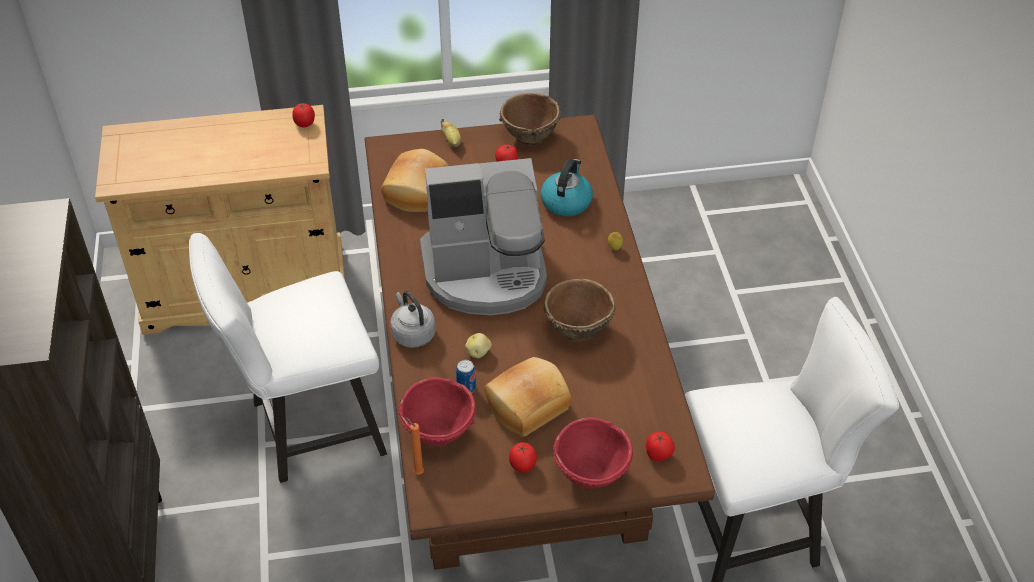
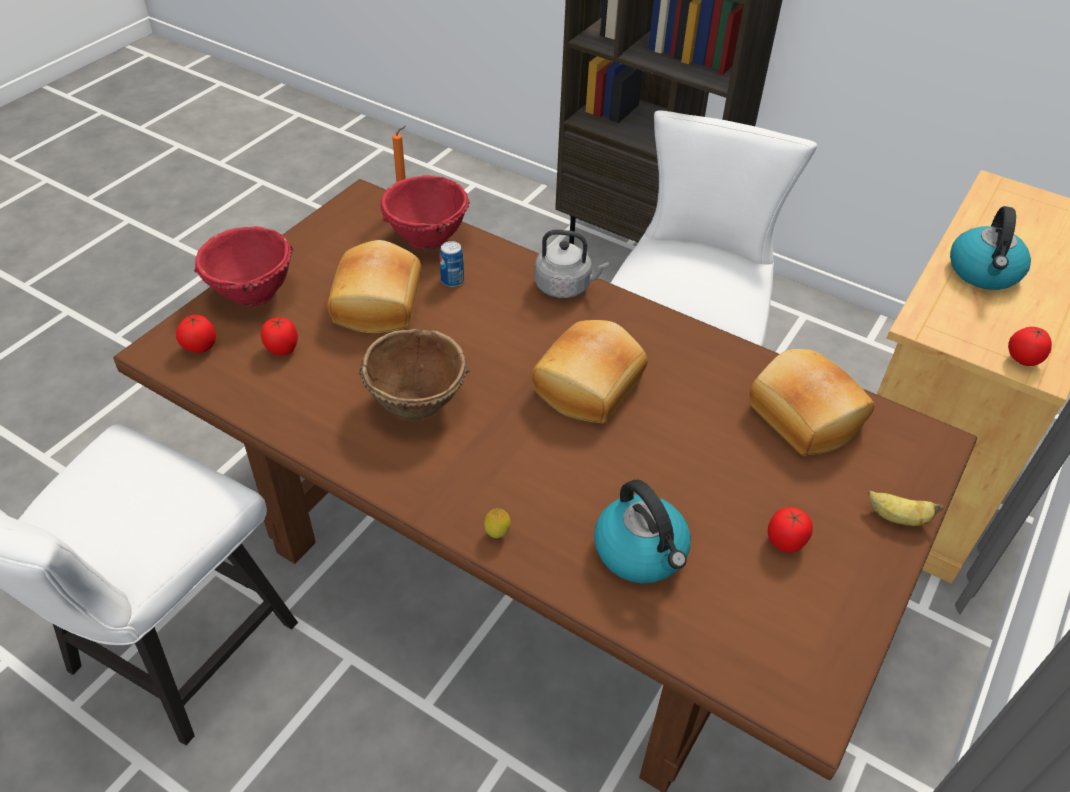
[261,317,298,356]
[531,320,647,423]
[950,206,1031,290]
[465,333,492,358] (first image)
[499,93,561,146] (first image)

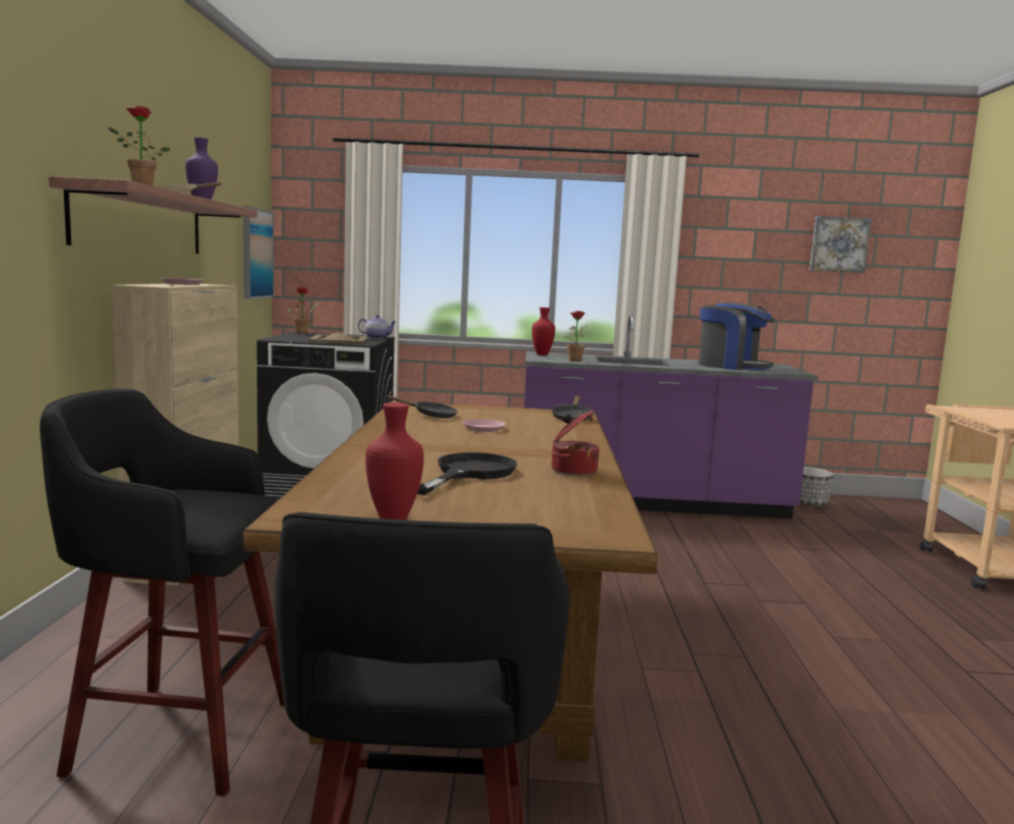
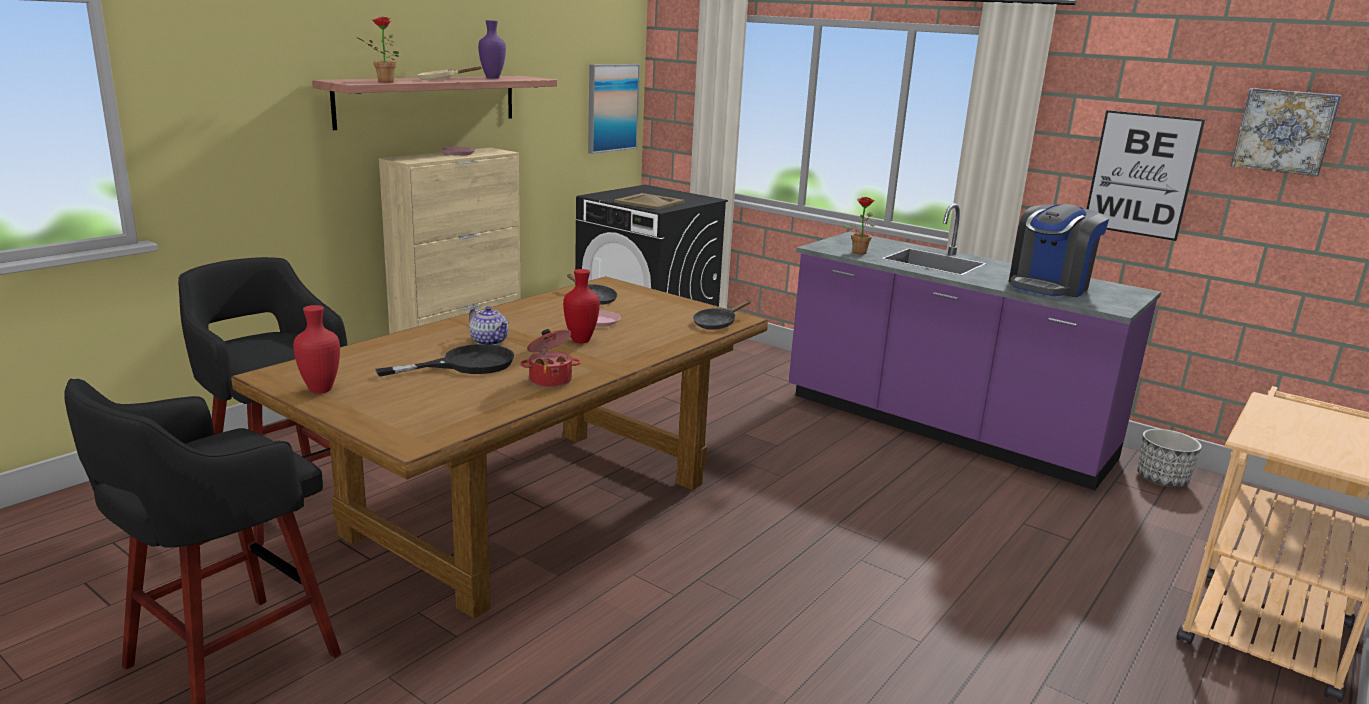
[469,306,509,345]
[563,269,600,343]
[1009,204,1109,297]
[1087,110,1205,241]
[287,287,321,334] (first image)

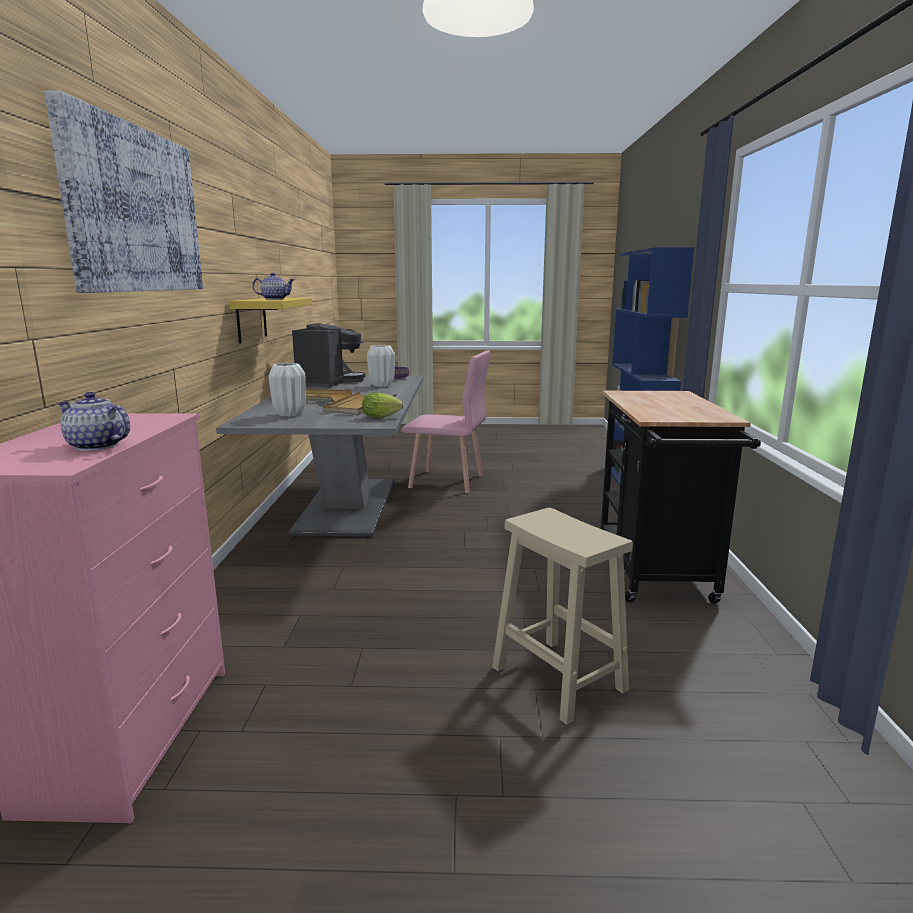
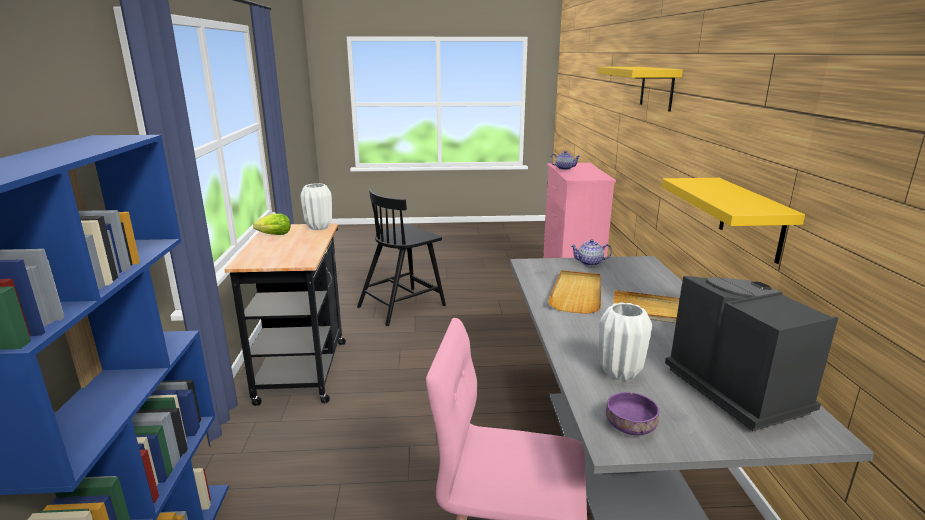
[253,213,291,235]
[300,183,332,230]
[357,188,446,326]
[570,239,612,266]
[597,67,683,112]
[665,276,838,431]

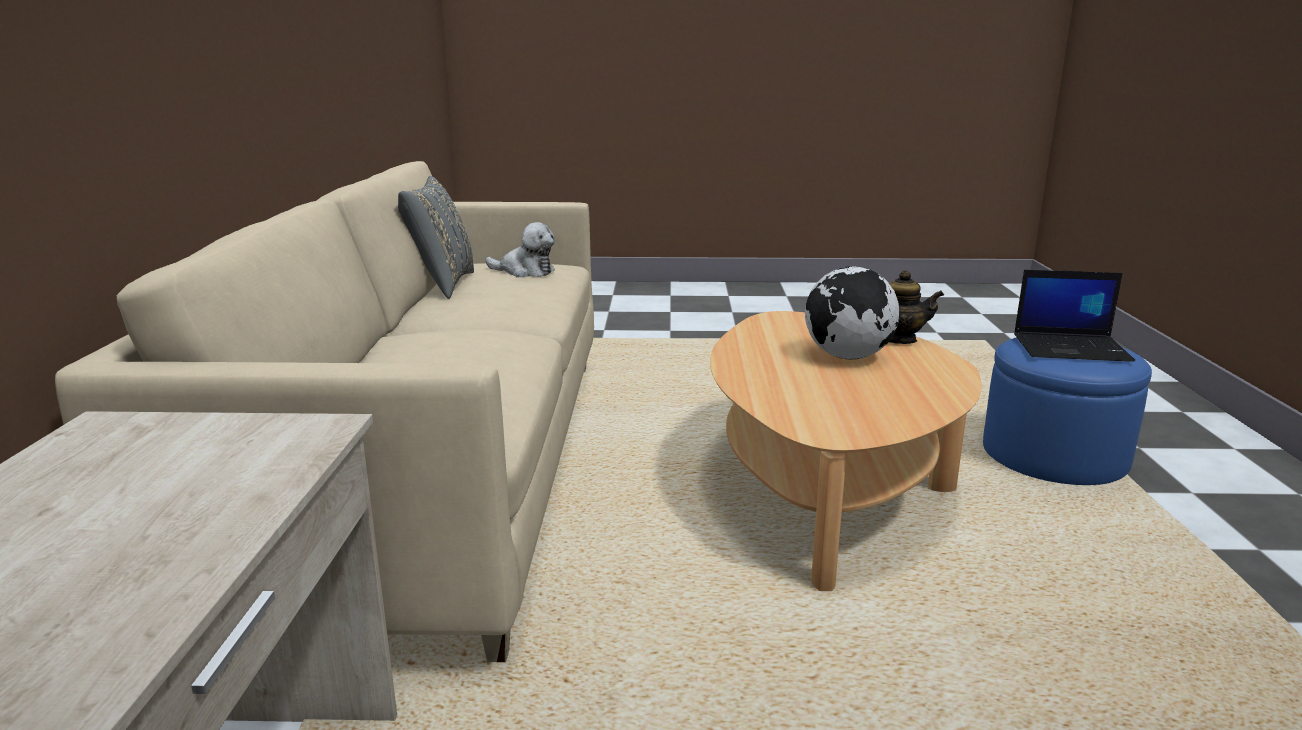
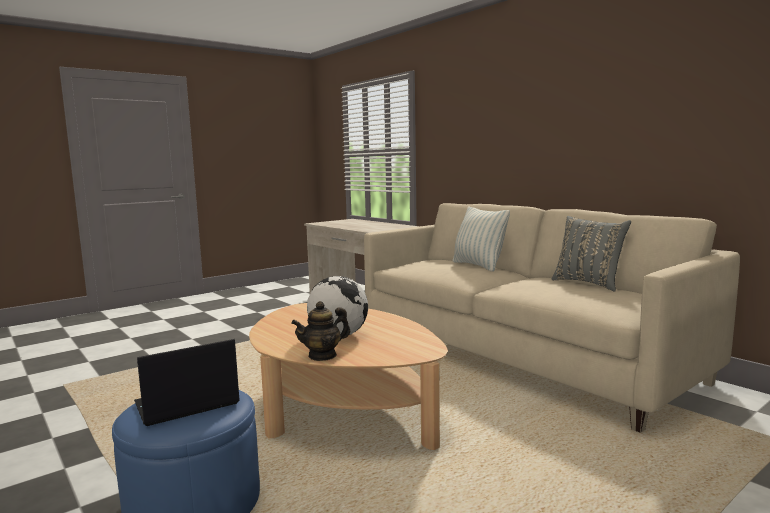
[453,207,510,272]
[485,222,555,277] (first image)

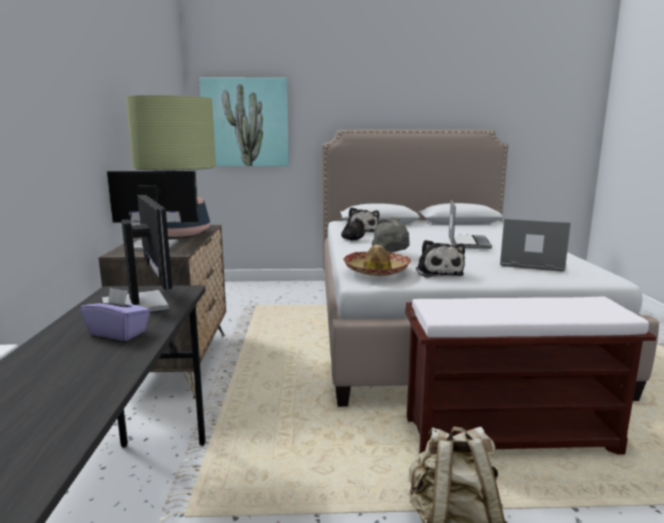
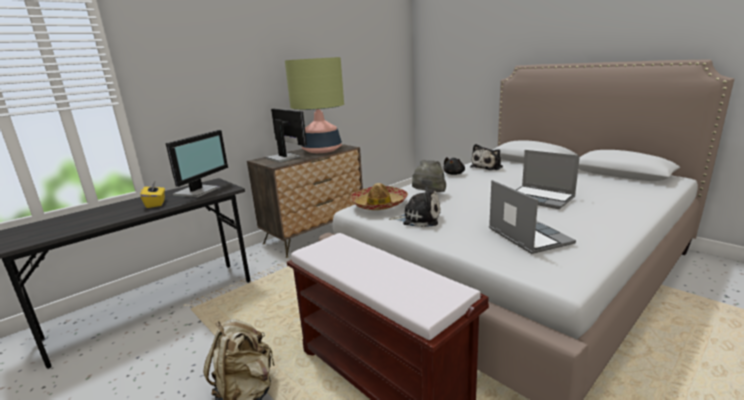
[140,180,165,208]
[389,186,440,227]
[516,150,580,209]
[199,77,289,166] (first image)

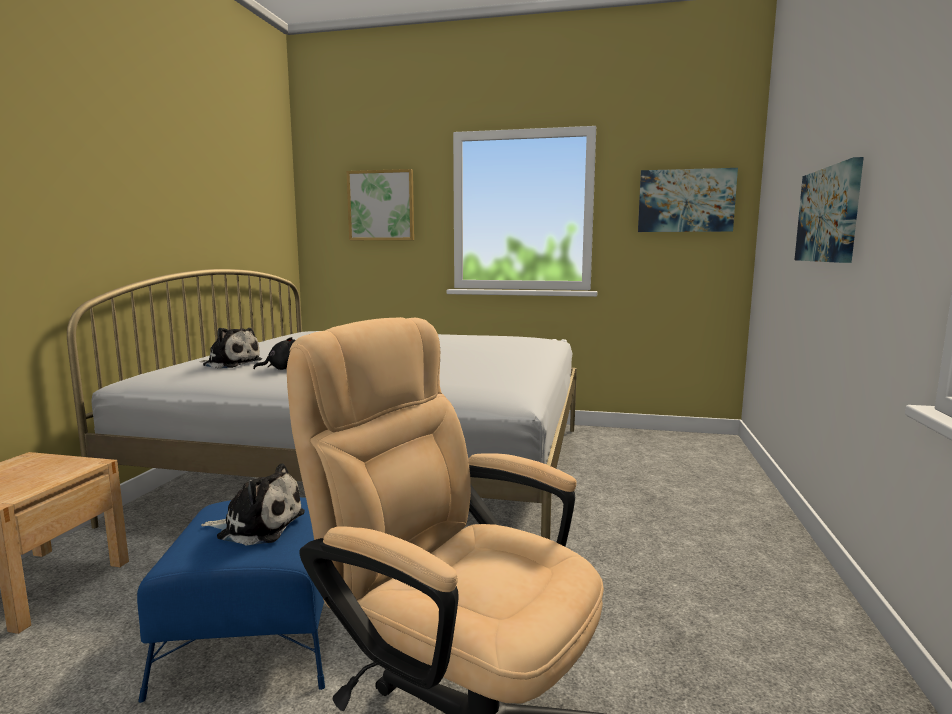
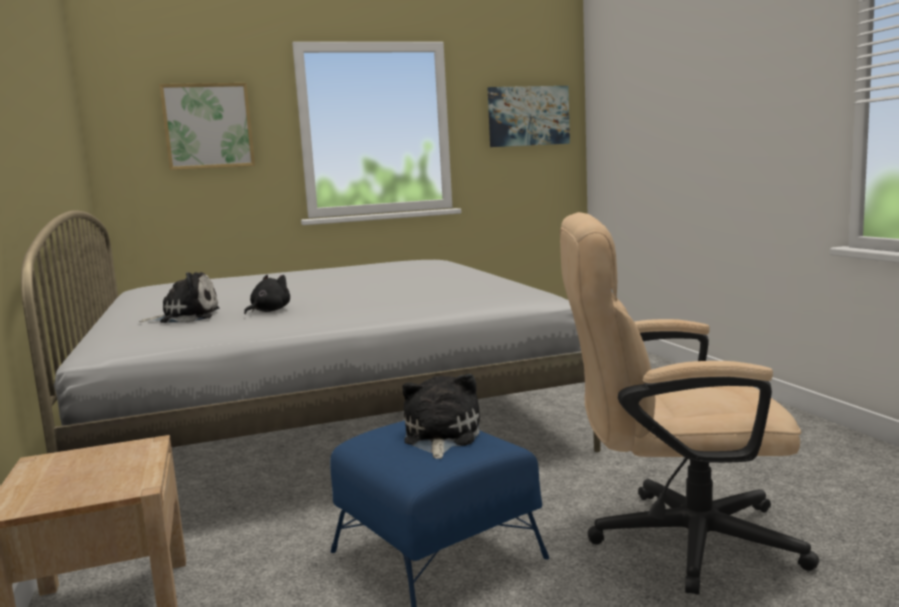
[402,374,480,459]
[795,157,864,263] (first image)

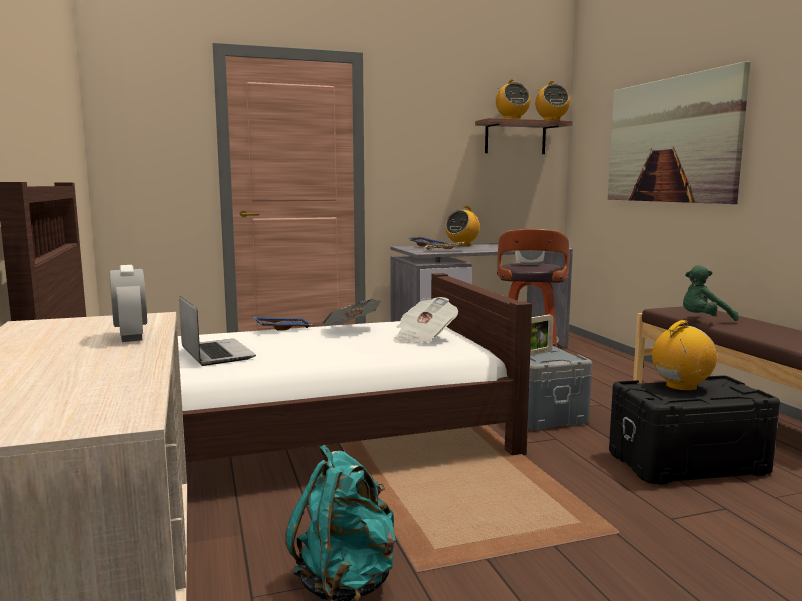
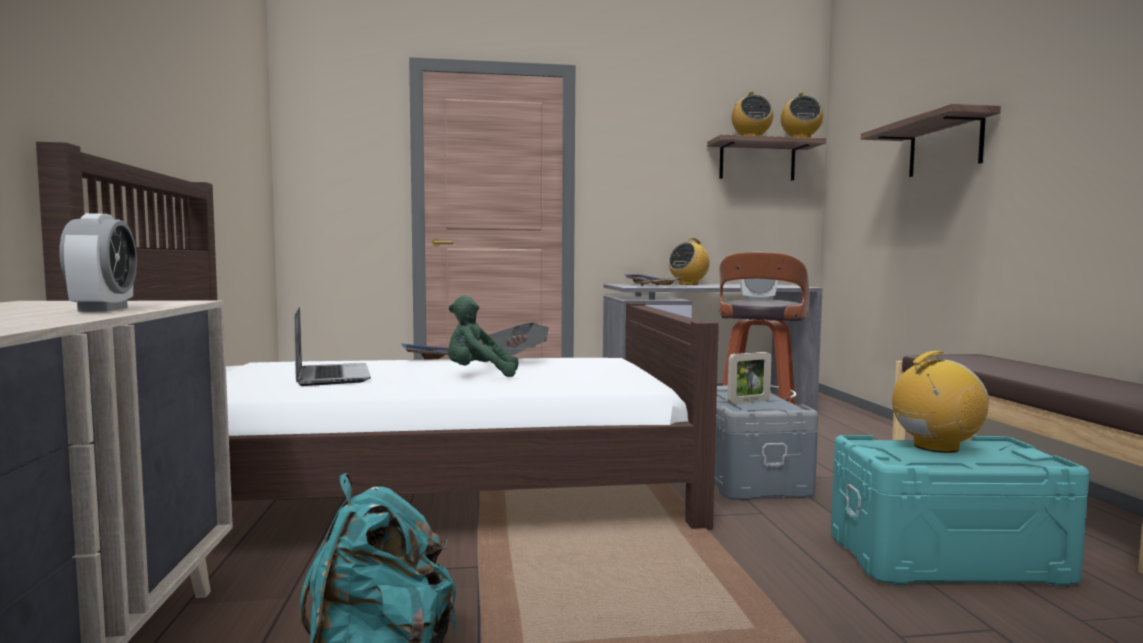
[448,296,518,377]
[831,435,1090,586]
[861,104,1001,177]
[394,297,458,344] (first image)

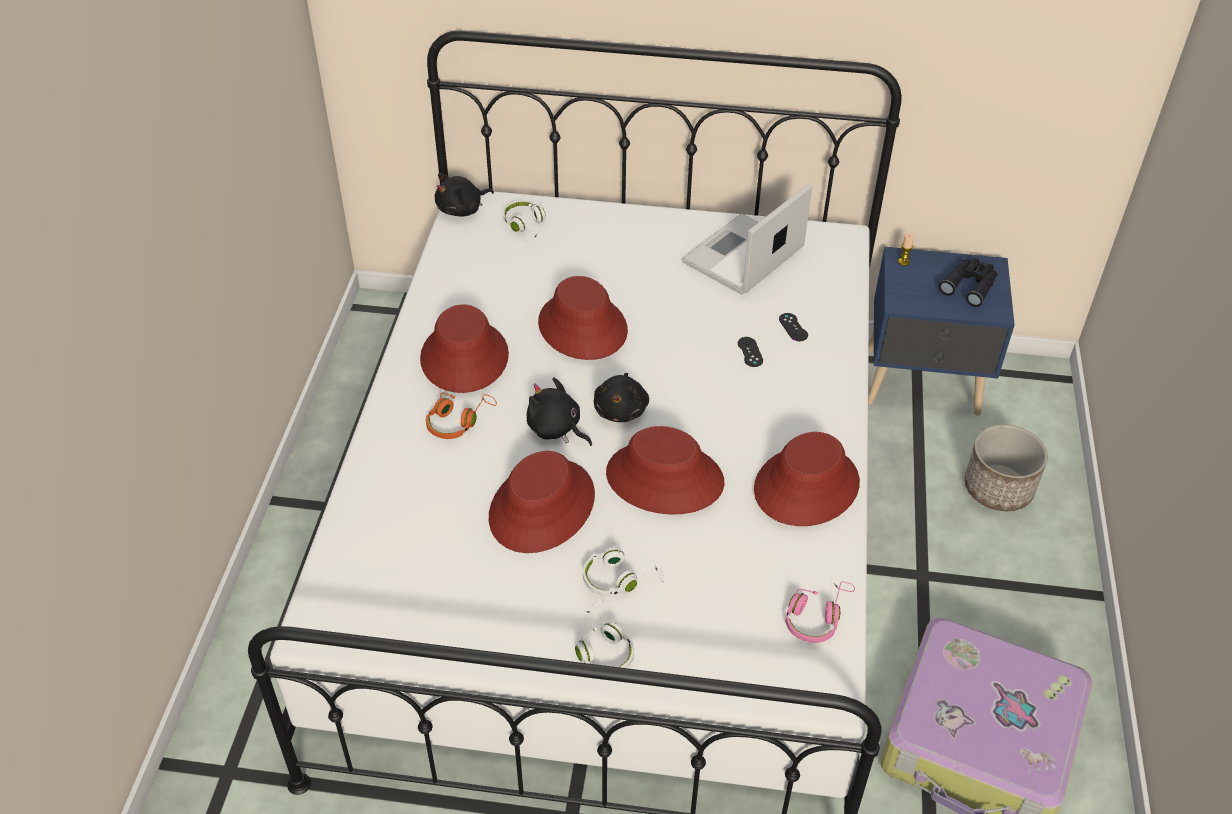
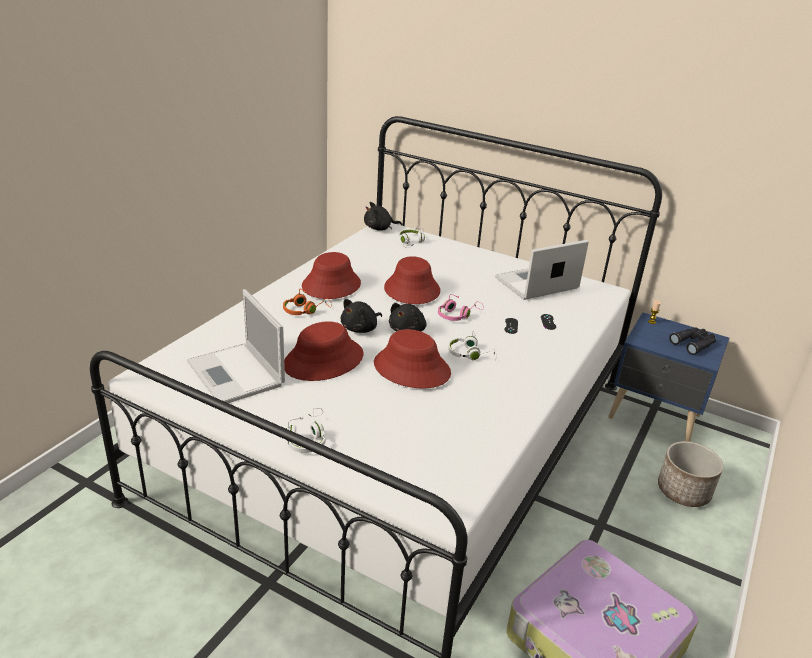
[187,289,285,403]
[341,299,382,333]
[438,294,484,321]
[448,331,496,360]
[754,432,860,526] (first image)

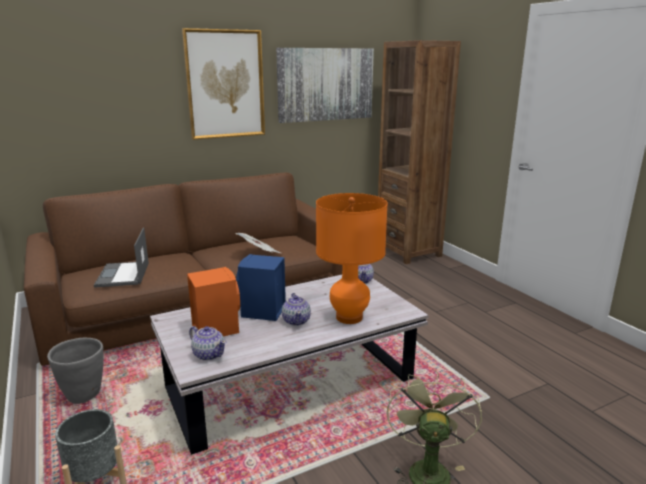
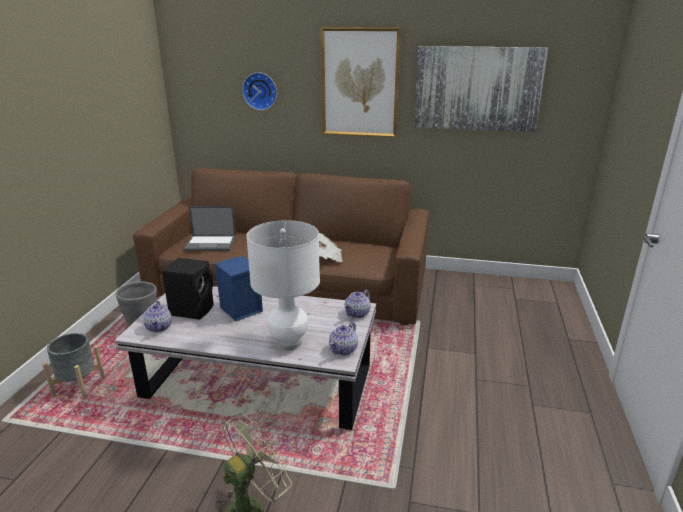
[162,258,214,320]
[183,206,236,251]
[242,72,277,110]
[246,220,320,351]
[329,322,358,355]
[378,40,461,264] (first image)

